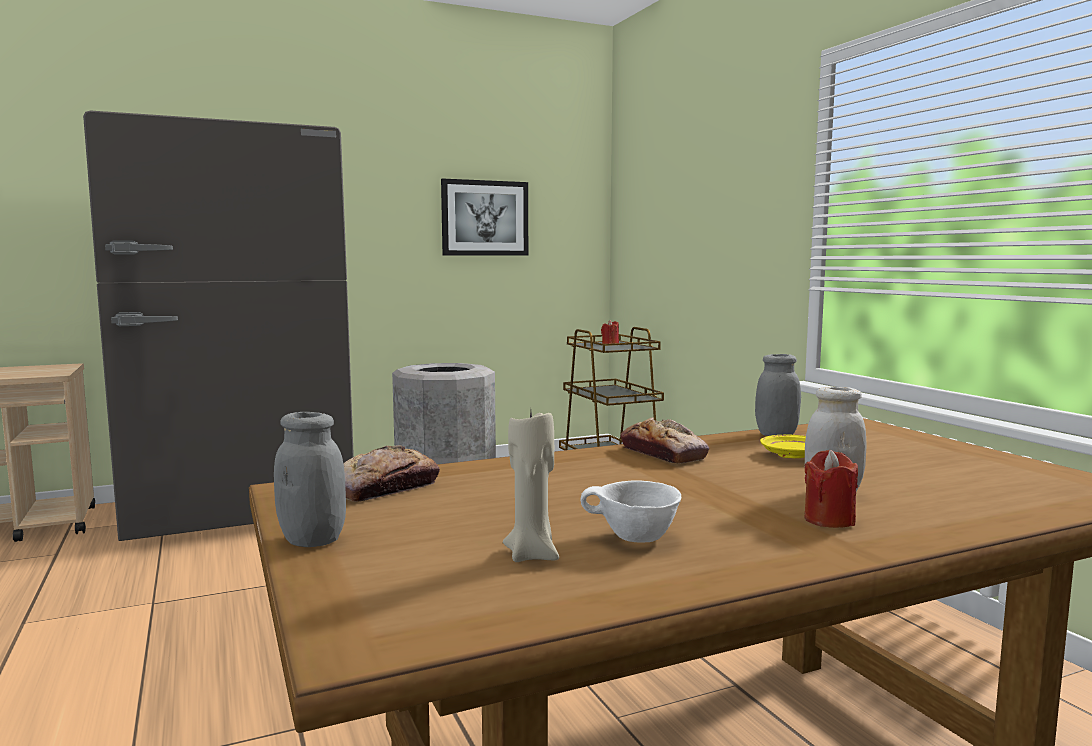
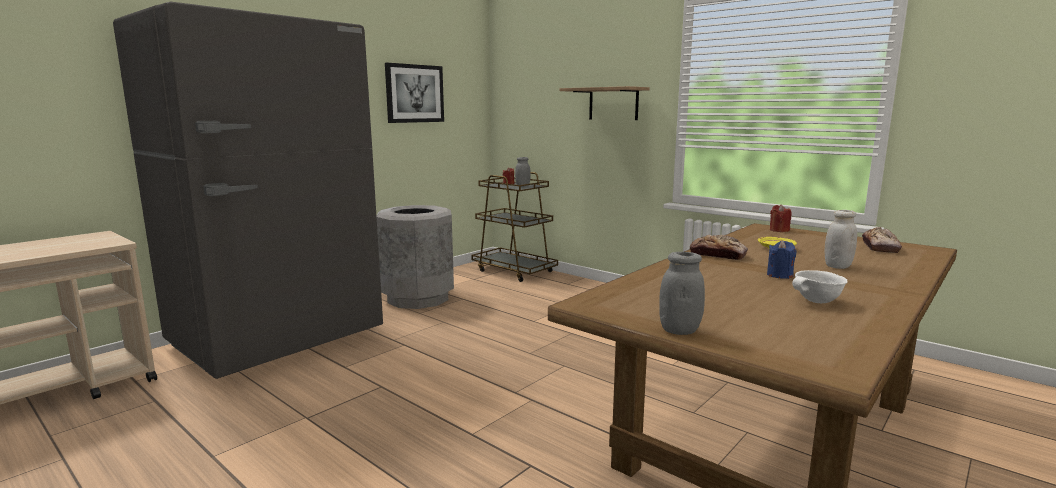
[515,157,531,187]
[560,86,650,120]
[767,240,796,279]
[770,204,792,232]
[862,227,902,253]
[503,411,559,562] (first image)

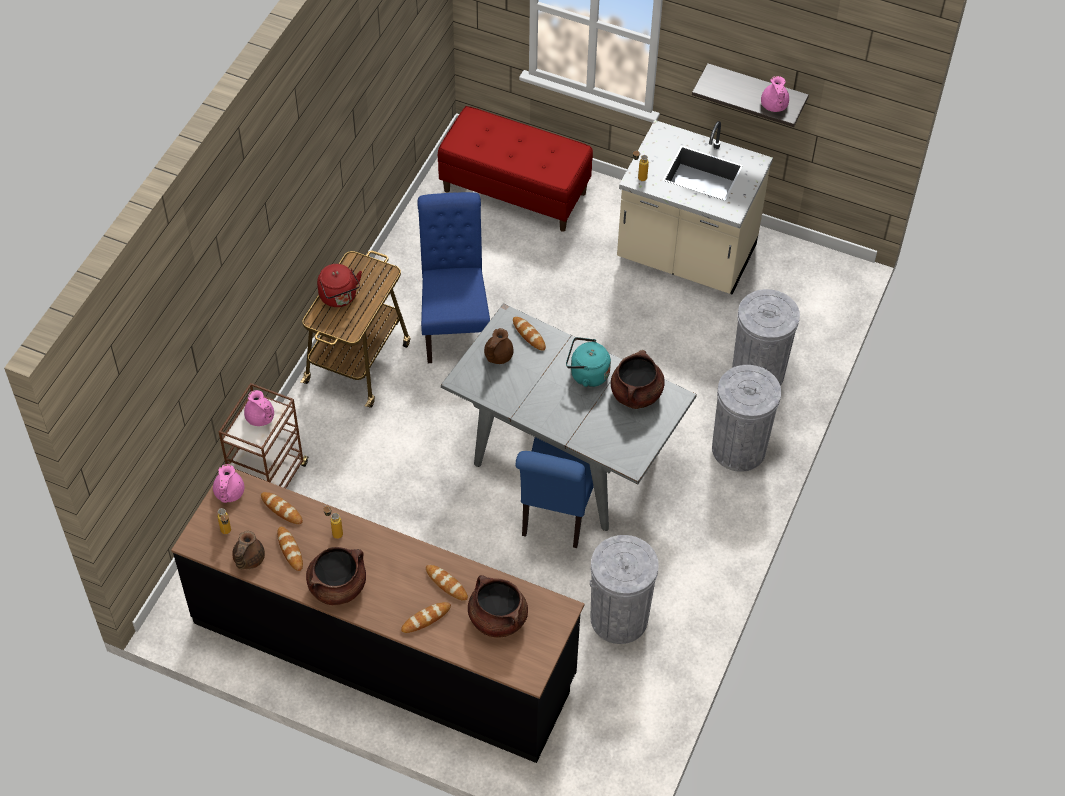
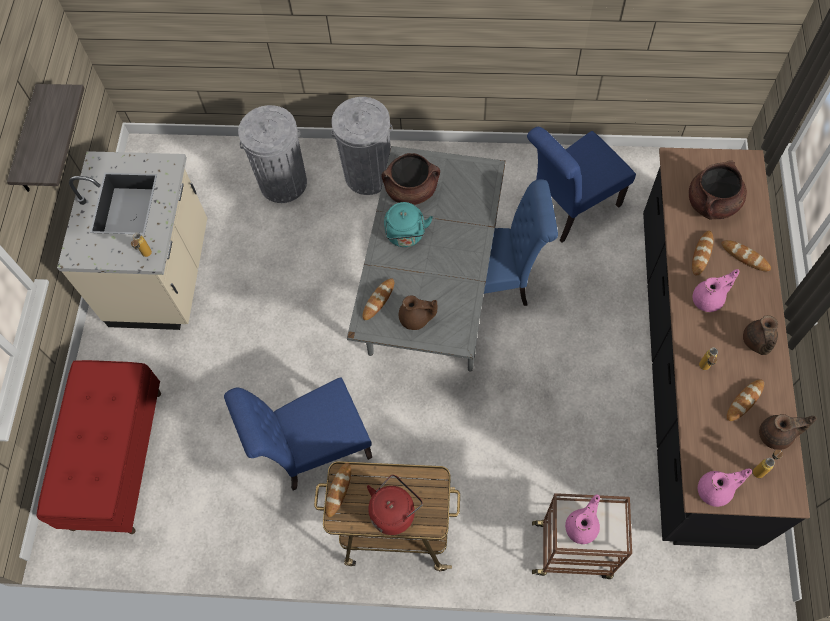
[326,463,351,517]
[527,127,636,243]
[693,269,739,312]
[743,315,778,355]

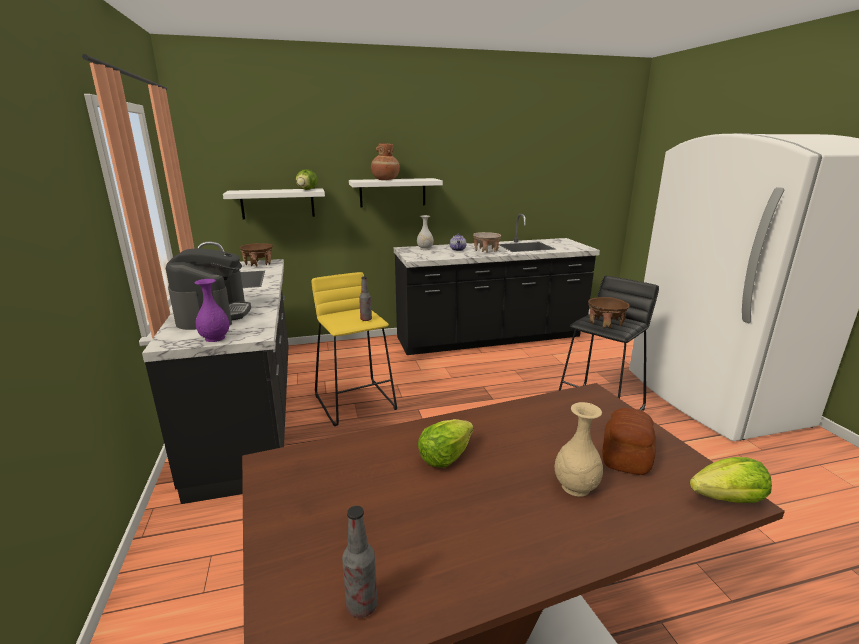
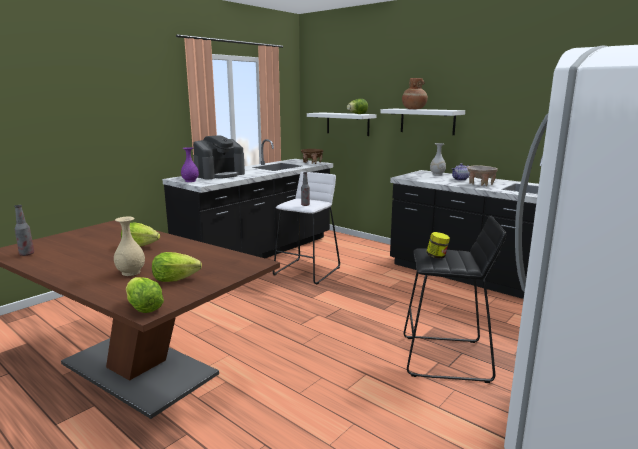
[152,252,202,282]
[273,172,340,284]
[426,232,450,259]

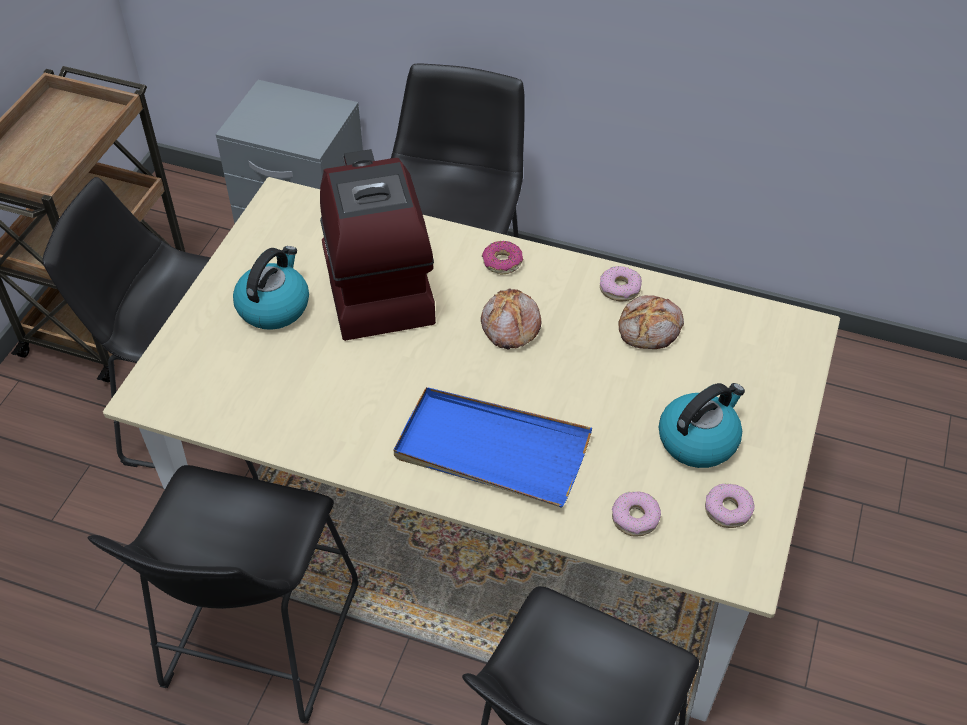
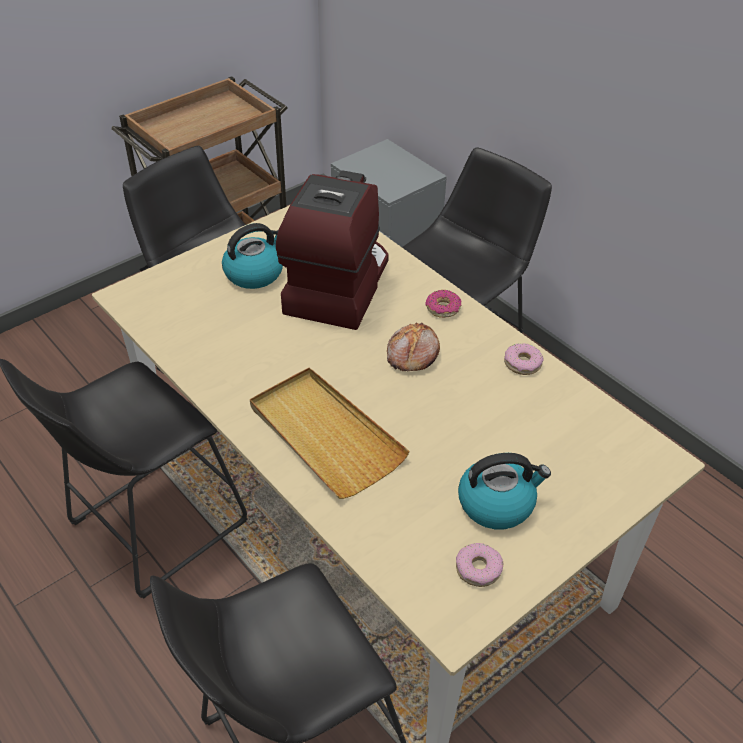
[250,368,410,499]
[612,492,661,536] (first image)
[618,295,684,349] (first image)

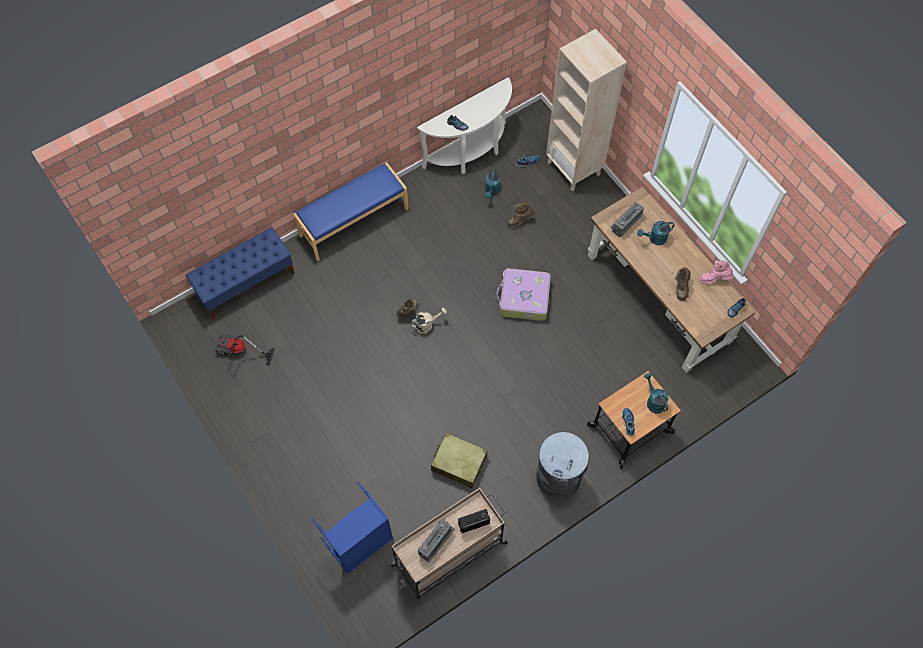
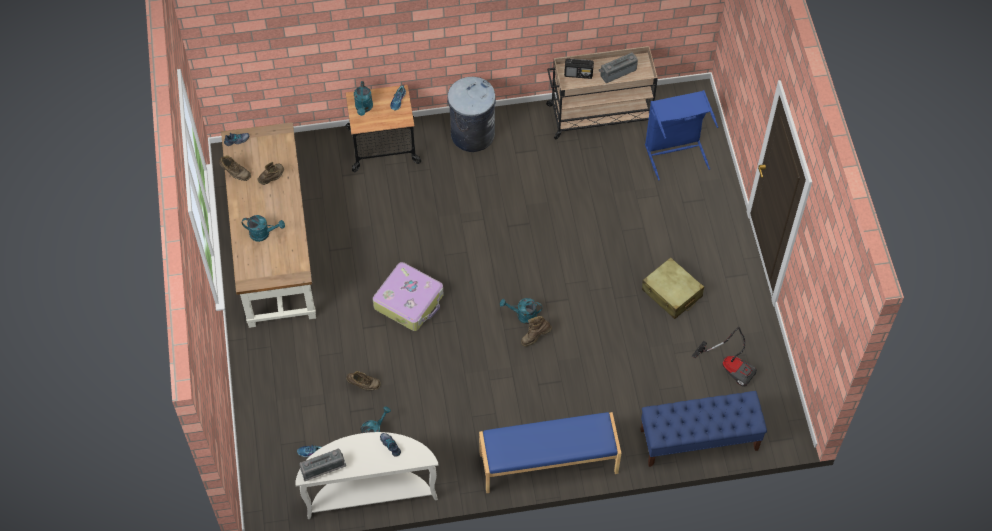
[219,156,251,181]
[300,449,346,481]
[500,298,542,324]
[642,257,704,319]
[546,29,627,191] (first image)

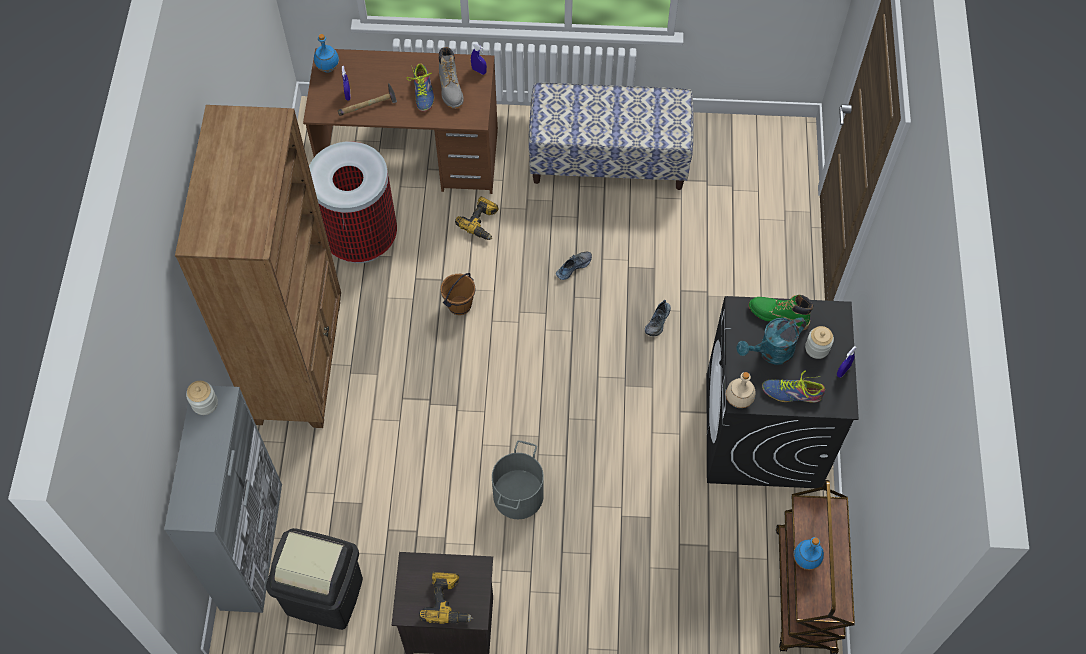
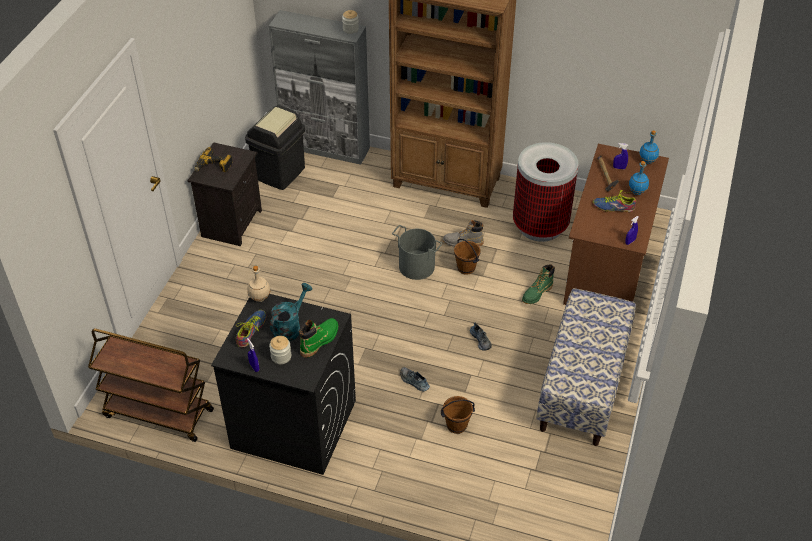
[270,283,312,342]
[392,225,442,280]
[441,396,475,434]
[443,220,484,247]
[522,264,555,304]
[628,161,649,195]

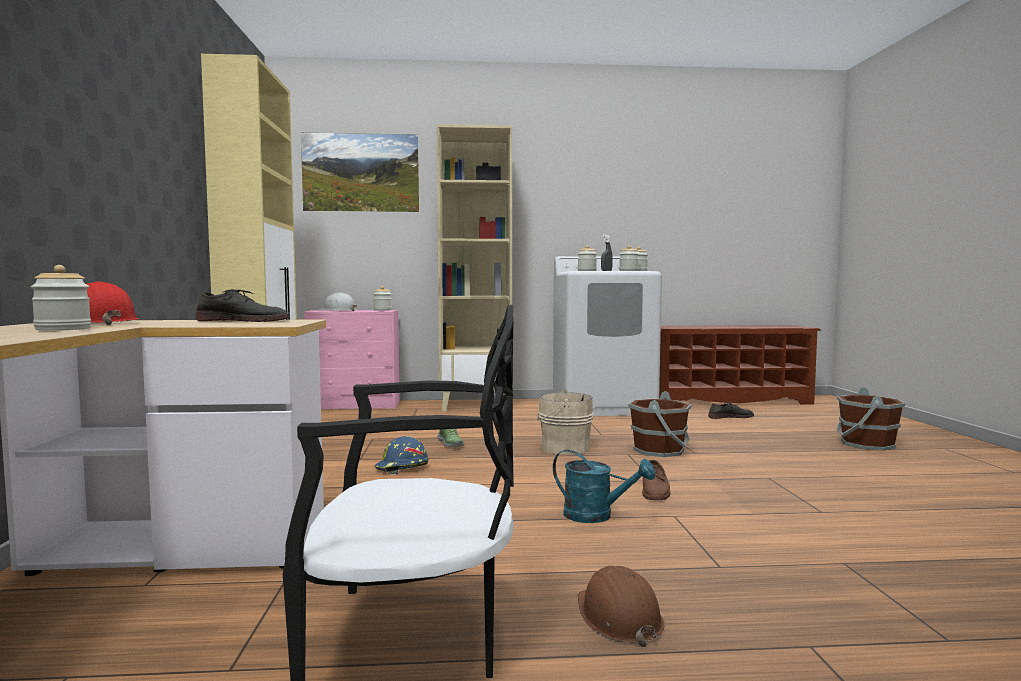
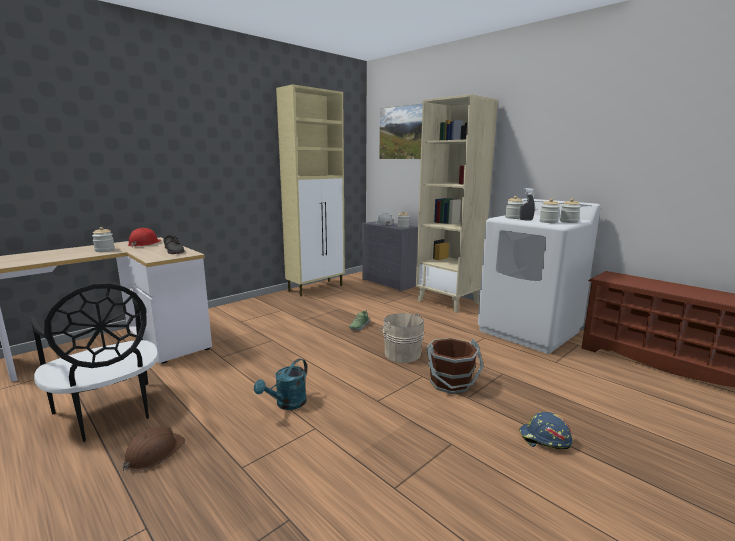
[254,358,307,410]
[362,221,418,291]
[519,412,573,449]
[642,460,670,500] (first image)
[708,401,754,419] (first image)
[836,387,905,451] (first image)

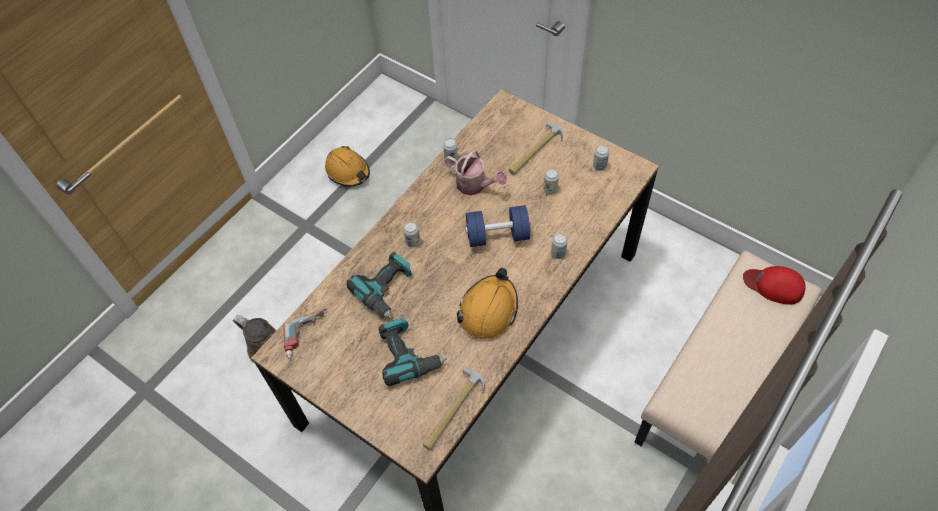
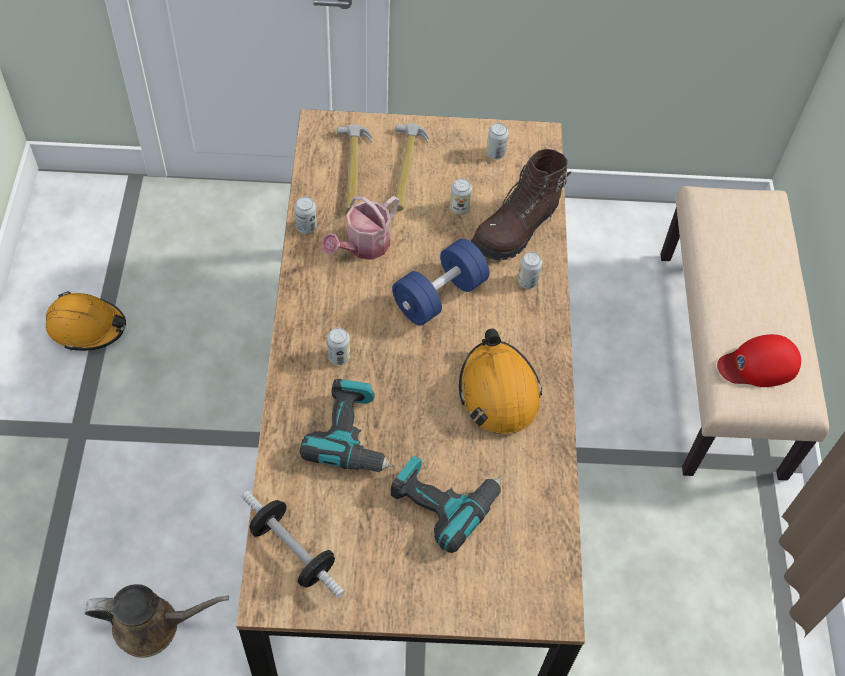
[242,491,344,598]
[321,196,399,260]
[337,124,372,212]
[471,149,571,260]
[717,334,801,387]

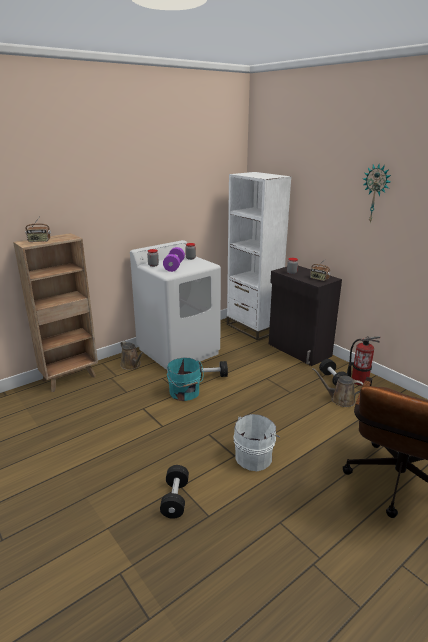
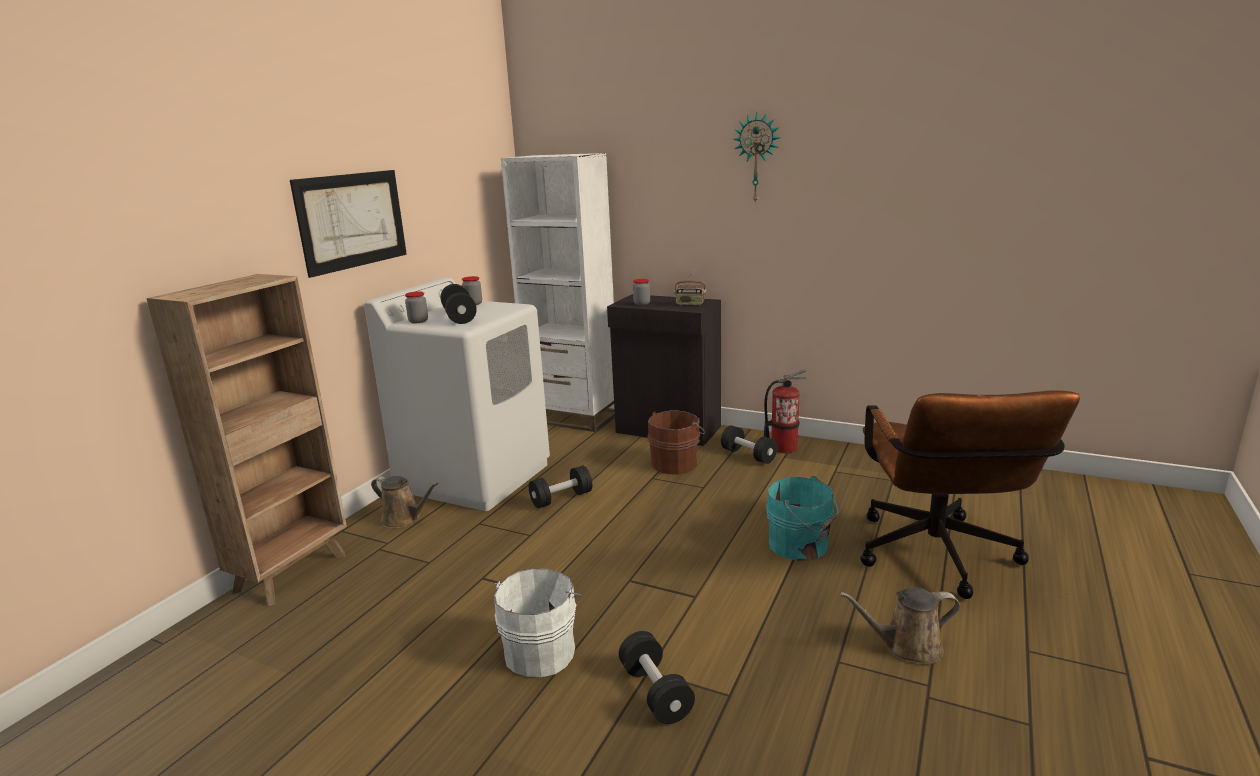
[290,170,407,278]
[440,284,477,324]
[494,568,582,677]
[647,410,705,475]
[766,476,839,561]
[839,587,960,665]
[25,218,51,242] (first image)

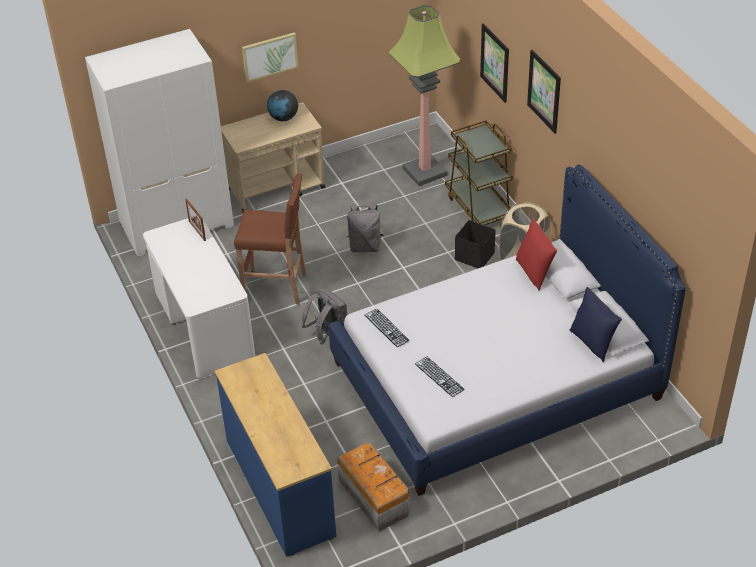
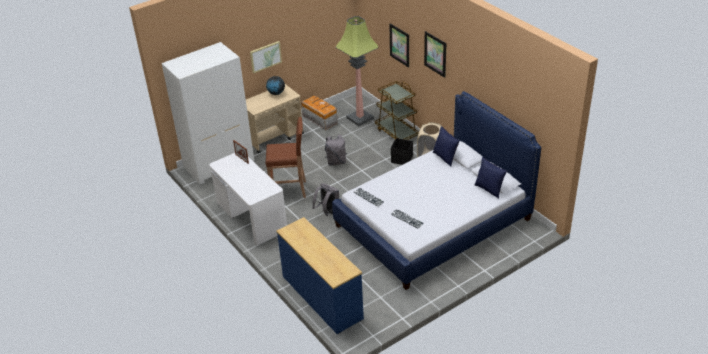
[301,96,338,130]
[433,126,460,167]

